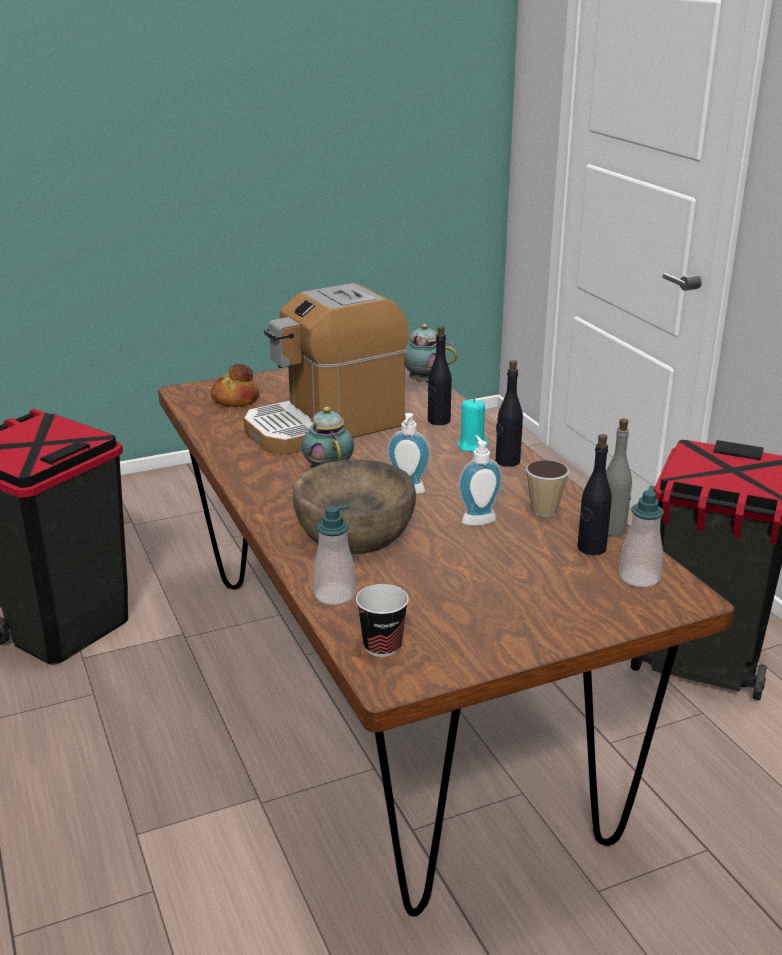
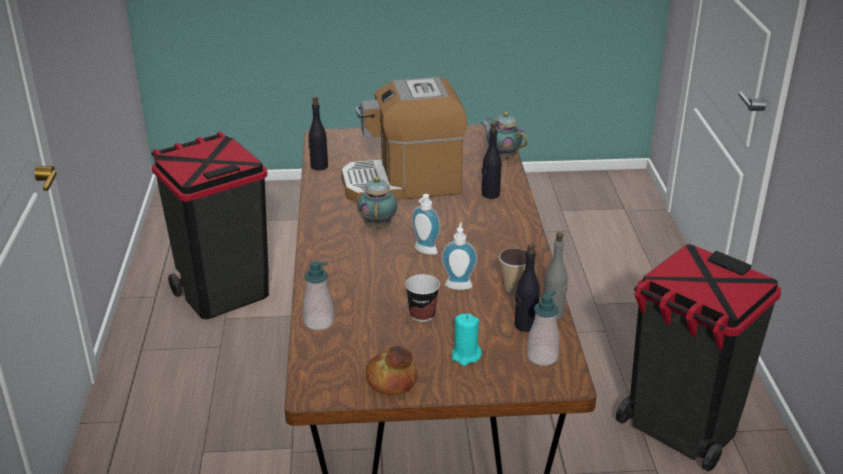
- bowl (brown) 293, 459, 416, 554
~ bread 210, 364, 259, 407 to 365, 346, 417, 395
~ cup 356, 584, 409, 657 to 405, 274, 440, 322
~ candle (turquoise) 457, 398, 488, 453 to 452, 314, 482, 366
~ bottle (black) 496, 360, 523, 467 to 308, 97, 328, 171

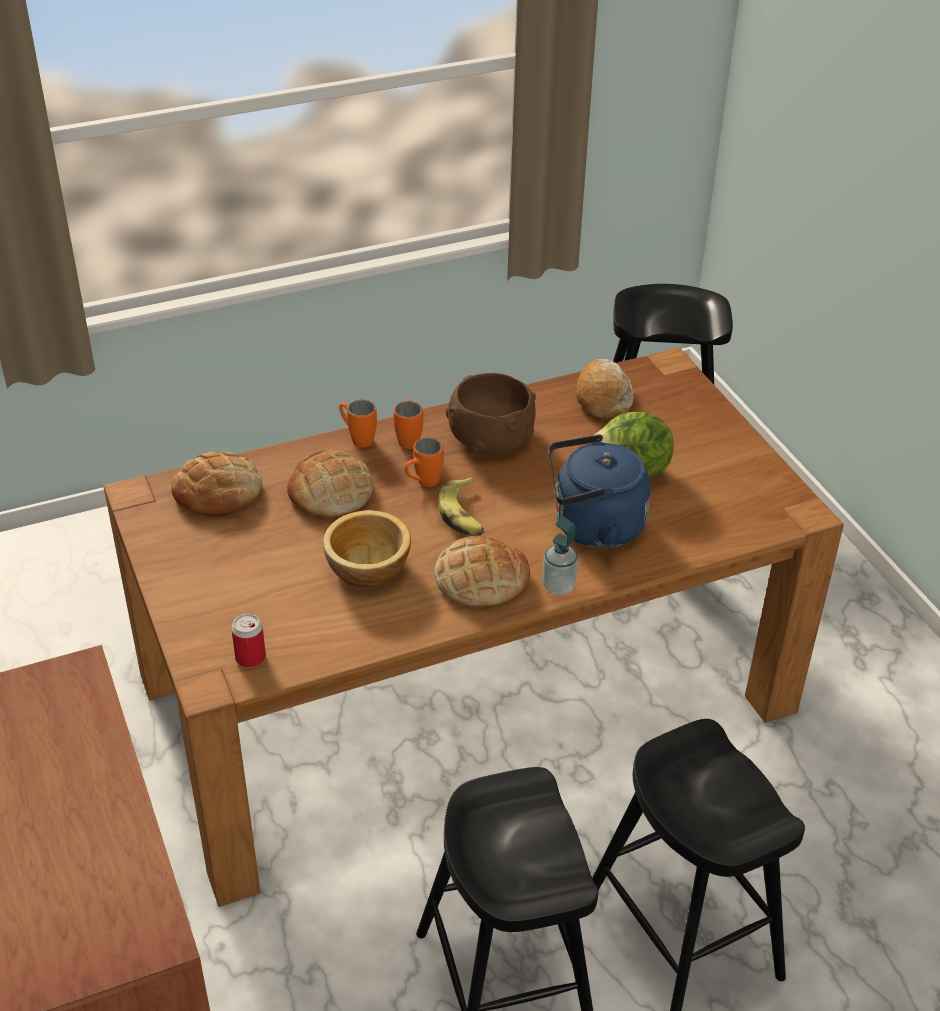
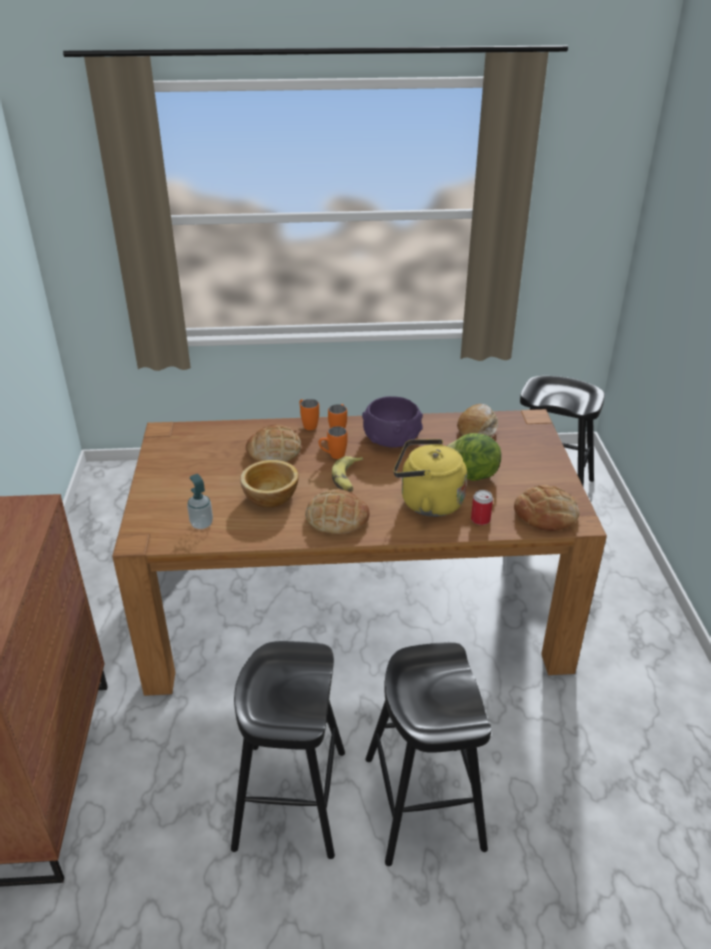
~ bread 171, 451, 262, 516 to 514, 485, 580, 531
~ can 231, 614, 266, 668 to 471, 490, 493, 525
~ soap dispenser 542, 516, 578, 595 to 187, 474, 213, 529
~ bowl (brown) 446, 373, 536, 453 to bowl (purple) 362, 396, 423, 448
~ kettle (blue) 549, 434, 651, 549 to kettle (yellow) 394, 439, 467, 517

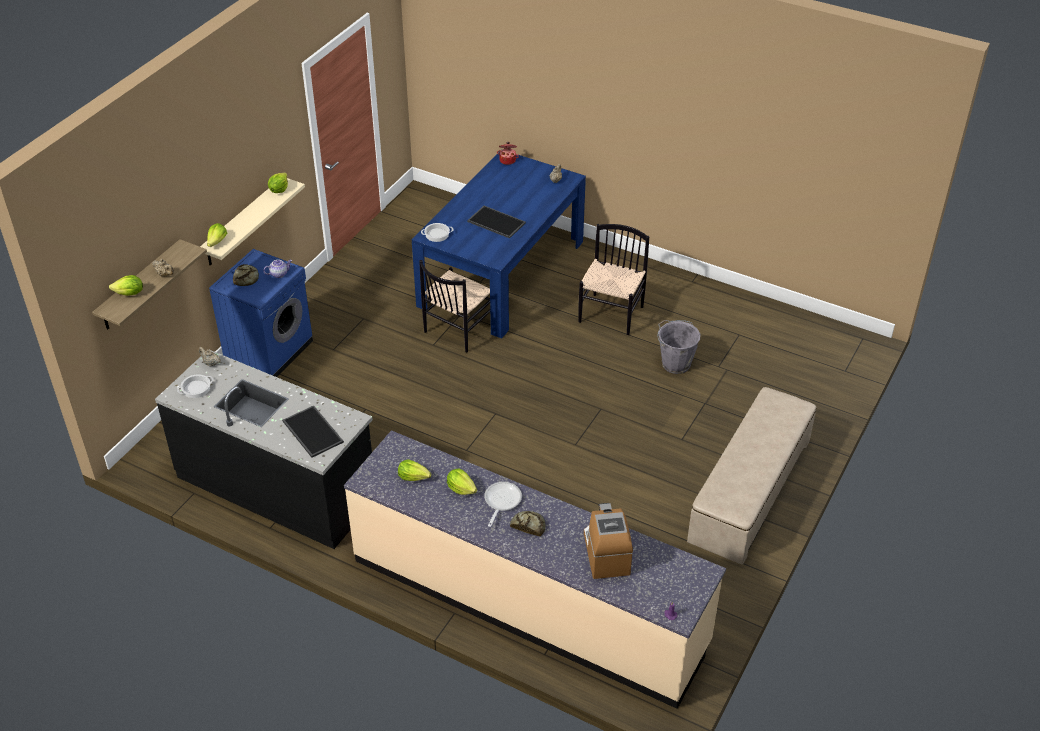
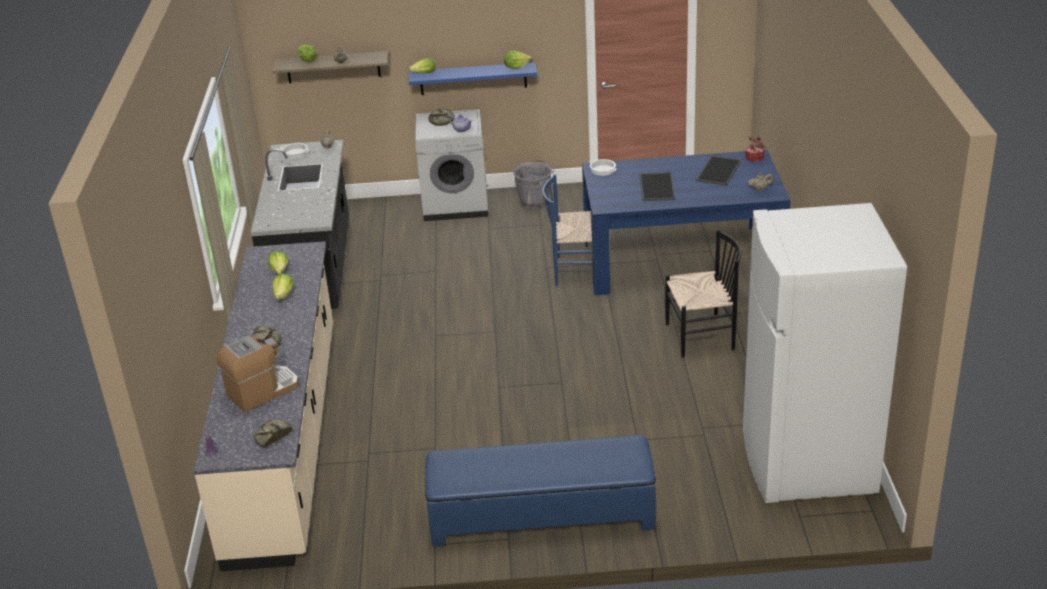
- frying pan 484, 482, 522, 527
+ bread 254, 419, 293, 448
+ fridge (white) 743, 203, 907, 503
~ tray 282, 406, 344, 458 to 696, 156, 741, 186
~ bucket (grey) 657, 320, 700, 374 to 513, 160, 555, 210
~ shelf (beige) 200, 178, 305, 266 to shelf (blue) 409, 62, 537, 95
~ washing machine (blue) 209, 249, 313, 377 to washing machine (white) 415, 109, 489, 221
~ chair (black) 419, 260, 490, 352 to chair (blue) 542, 174, 593, 286
~ bench (beige) 687, 387, 816, 565 to bench (blue) 425, 435, 656, 547

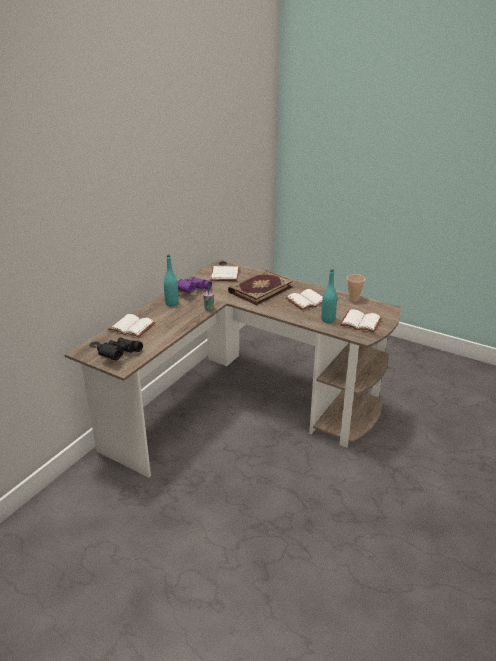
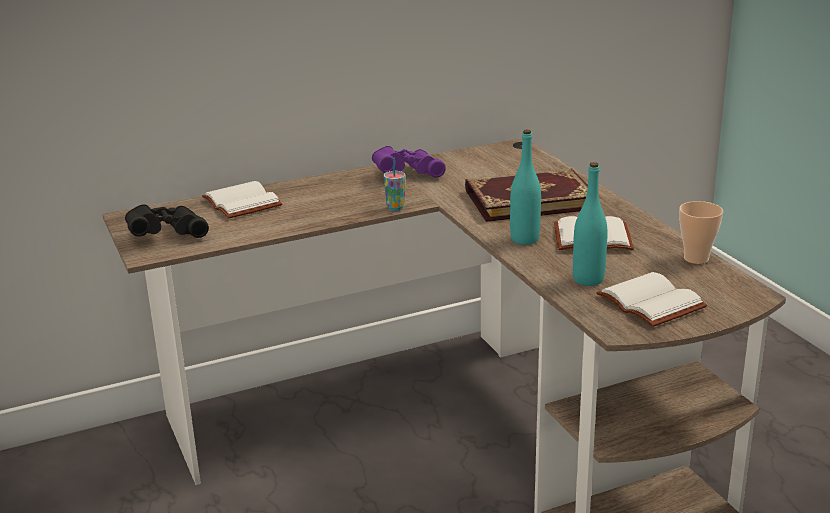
- book (white) 210, 266, 239, 281
~ bottle (turquoise) 164, 255, 179, 307 to 510, 130, 541, 245

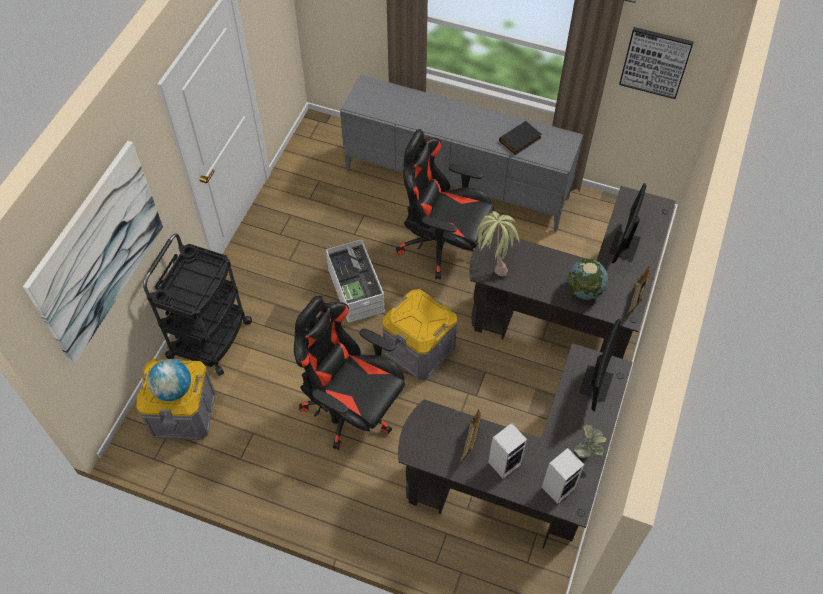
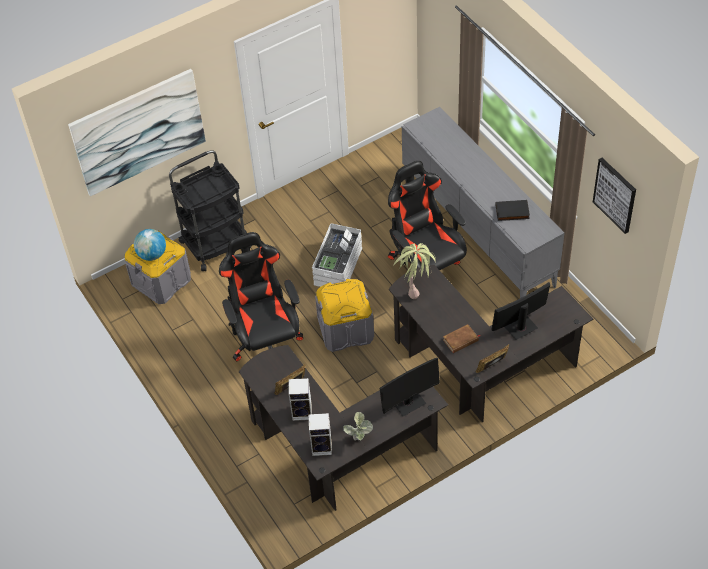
~ globe 567, 259, 608, 300 to book (brown) 443, 324, 480, 353

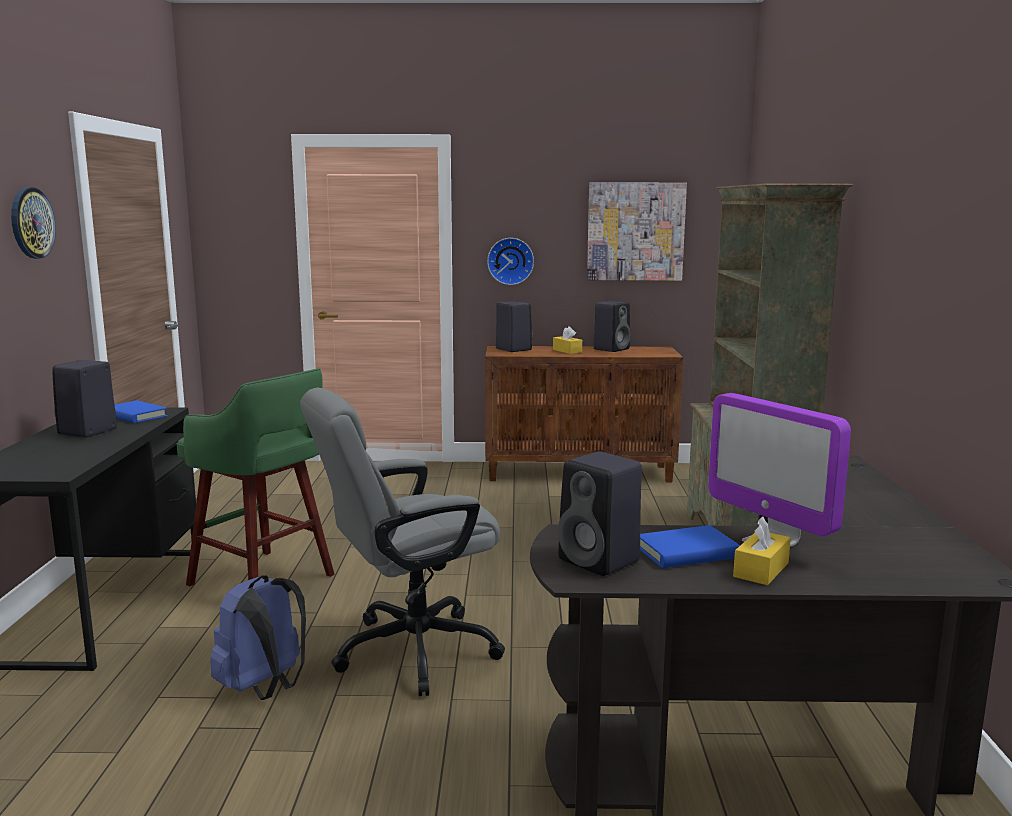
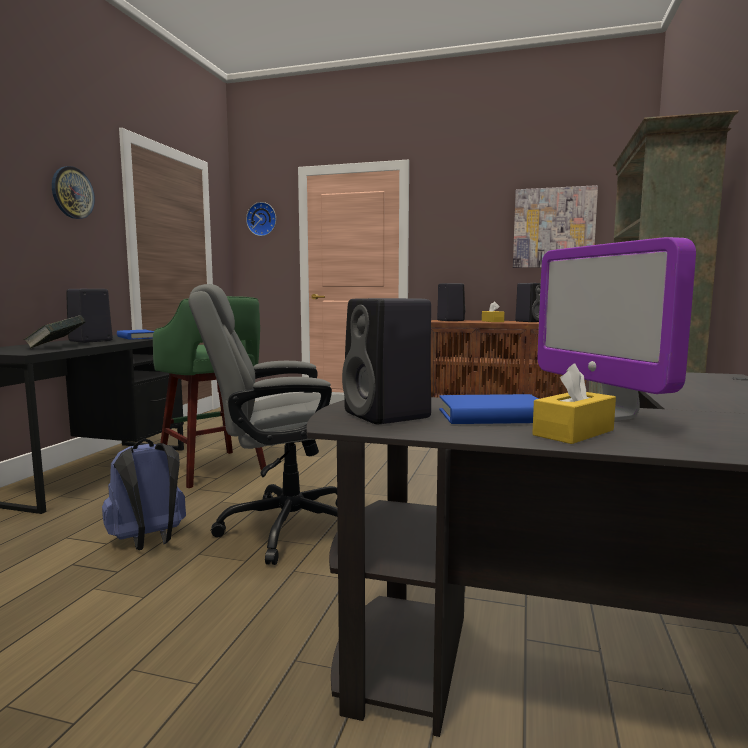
+ book 23, 315, 86, 349
~ wall clock 487, 238, 534, 285 to 246, 202, 276, 236

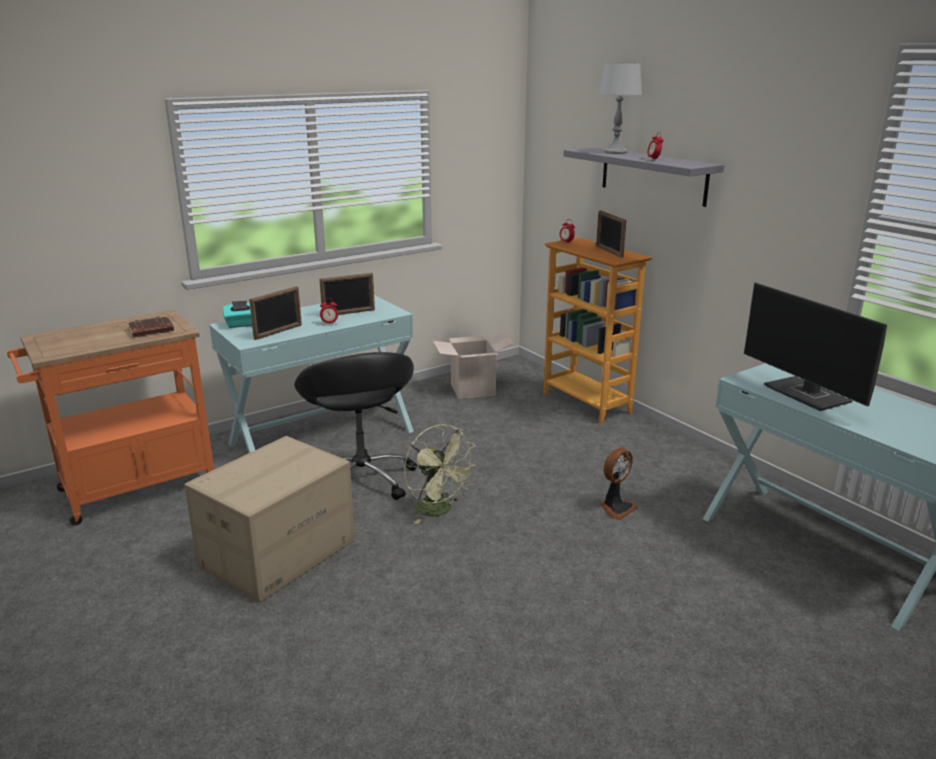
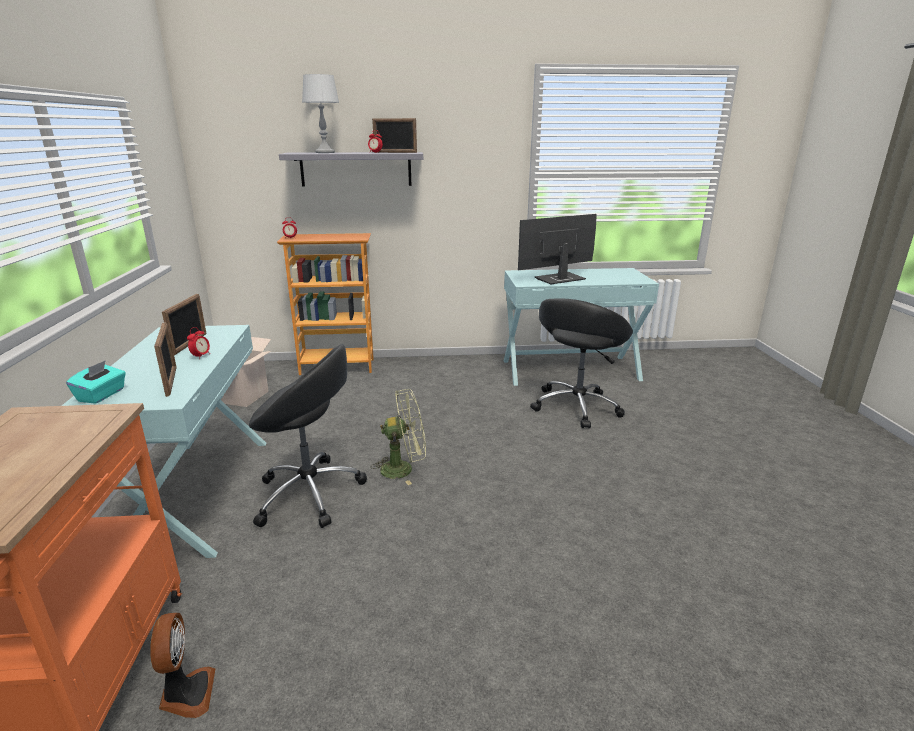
- book (brown) 127, 316, 174, 337
- cardboard box 184, 436, 355, 603
+ office chair (black) 530, 298, 633, 428
~ picture frame 596, 210, 627, 258 to 372, 118, 417, 153
~ fan 600, 448, 638, 520 to 150, 613, 215, 718
~ monitor 744, 282, 887, 411 = 518, 214, 597, 284 150 degrees clockwise

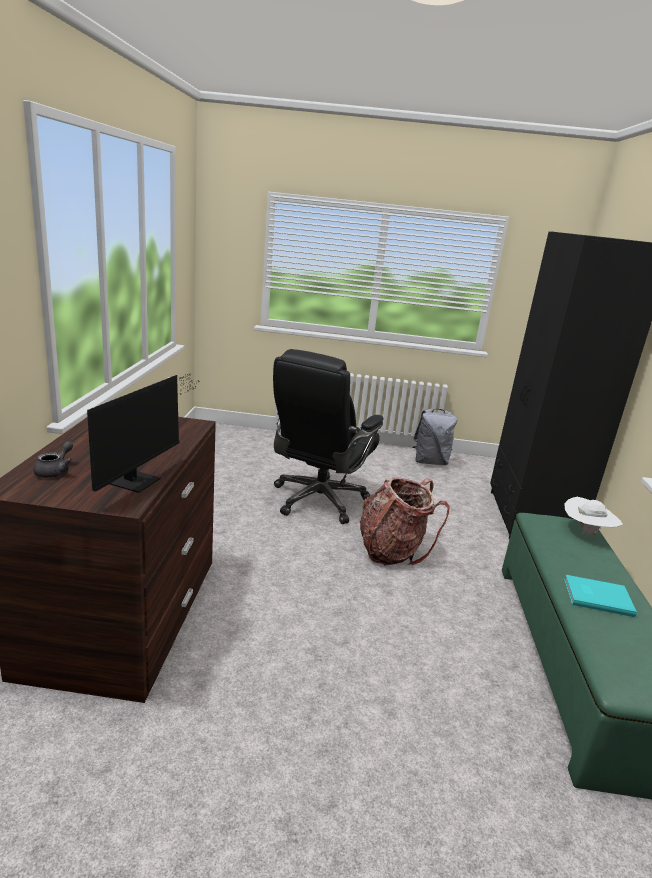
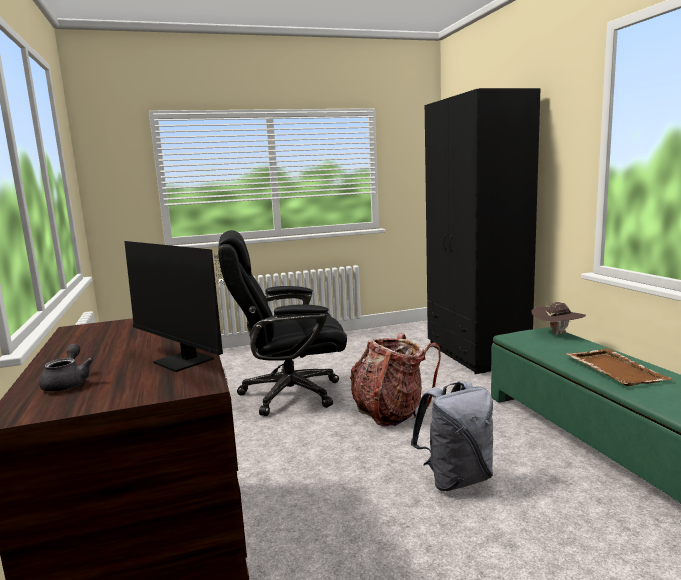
~ backpack (grey) 412, 409, 457, 465 to 411, 381, 493, 491
~ book (turquoise) 564, 575, 637, 617 to tray (brown) 565, 349, 674, 386
~ hat (white) 564, 497, 622, 535 to hat (brown) 532, 302, 586, 336
~ monitor 87, 374, 198, 493 = 124, 241, 251, 372 135 degrees clockwise
~ office chair (black) 273, 349, 384, 524 = 218, 230, 347, 416 75 degrees clockwise

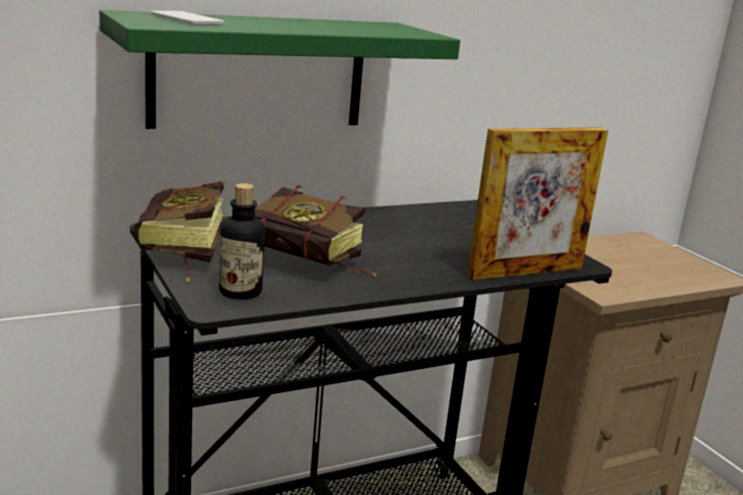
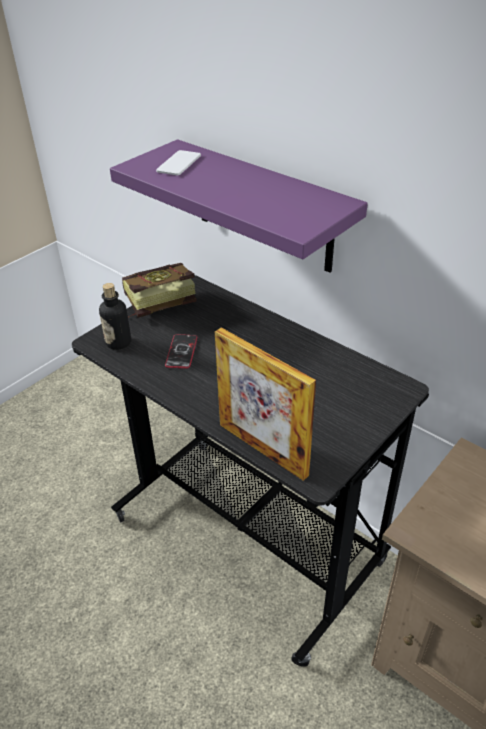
~ book 255, 185, 376, 276 to phone 165, 334, 197, 369
~ shelf (green) 99, 10, 460, 129 to shelf (purple) 110, 139, 368, 273

